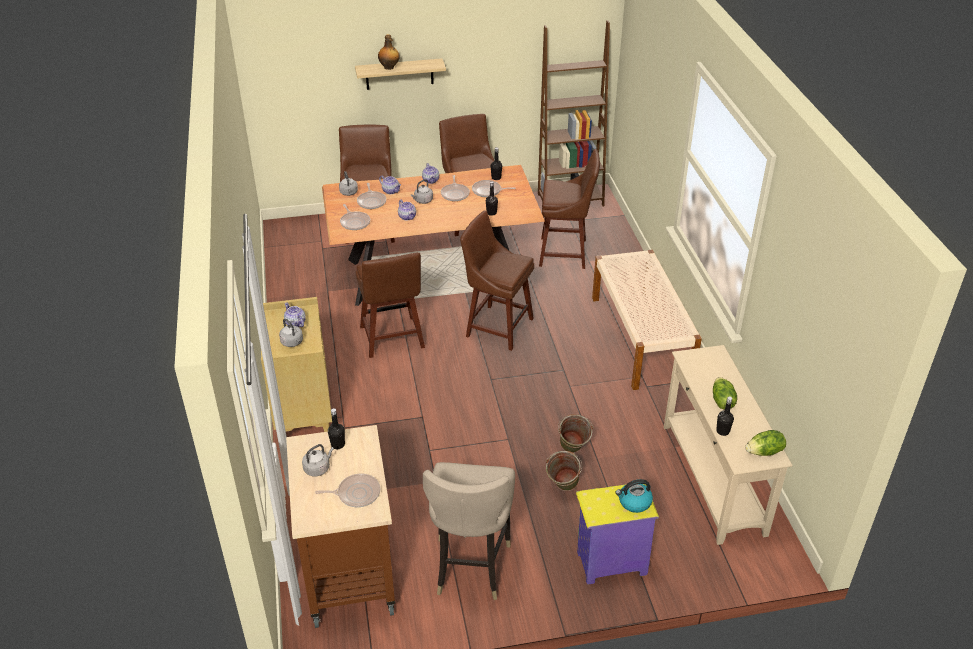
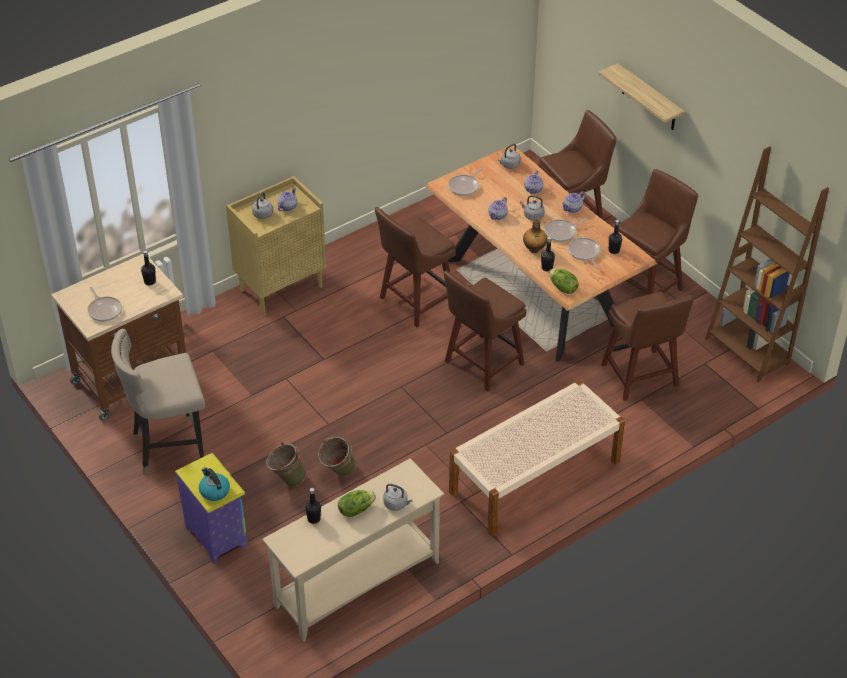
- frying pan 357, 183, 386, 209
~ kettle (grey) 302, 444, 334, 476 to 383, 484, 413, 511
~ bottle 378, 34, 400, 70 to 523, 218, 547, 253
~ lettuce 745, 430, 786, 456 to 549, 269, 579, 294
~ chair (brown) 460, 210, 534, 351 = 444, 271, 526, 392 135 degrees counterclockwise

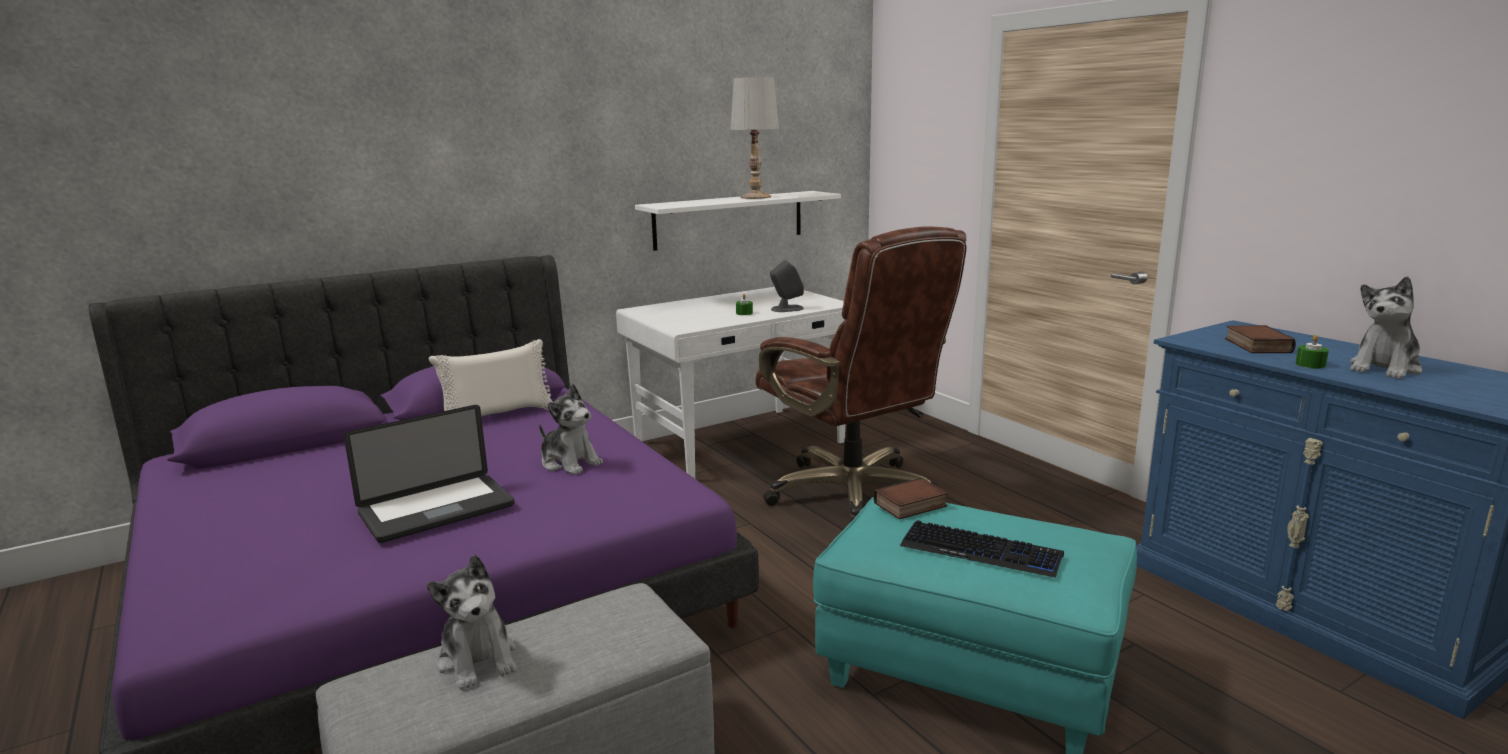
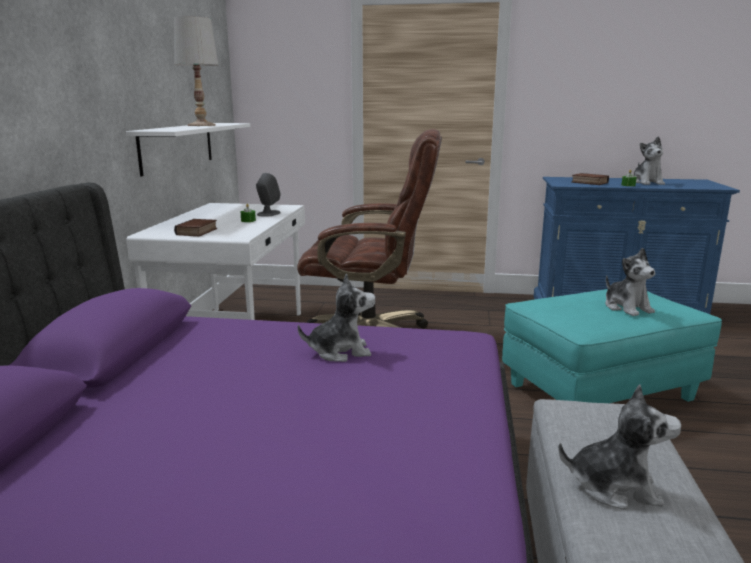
- laptop 344, 405, 515, 543
- pillow (white) 429, 339, 553, 416
~ book 874, 478, 948, 519 to 174, 219, 217, 236
~ keyboard 900, 520, 1064, 578 to plush toy 605, 248, 656, 316

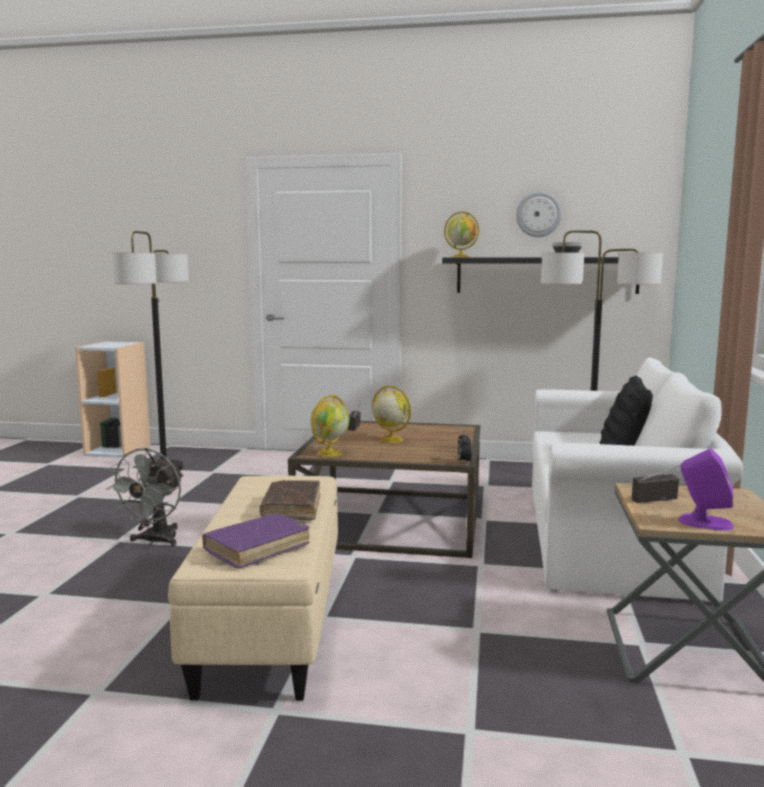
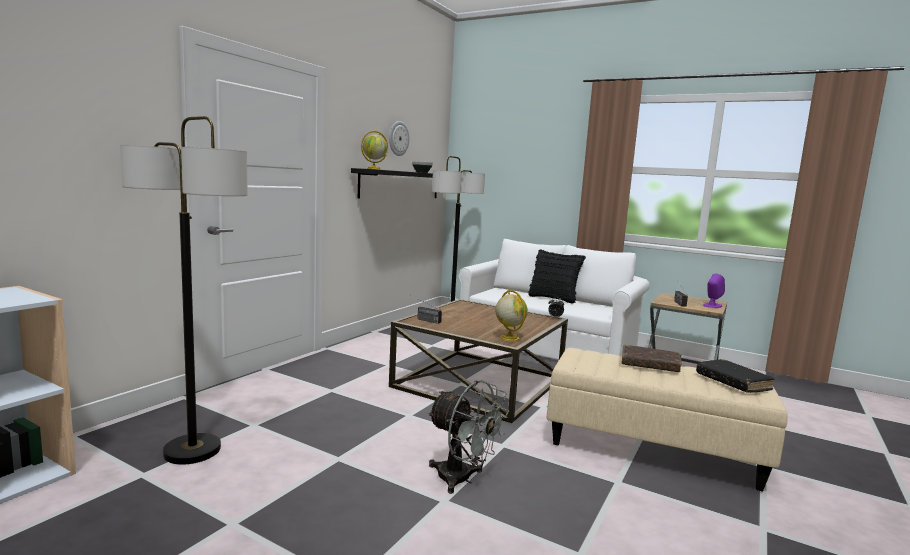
- globe 372, 386, 411, 443
~ book (purple) 202, 514, 310, 569 to book (black) 696, 359, 775, 393

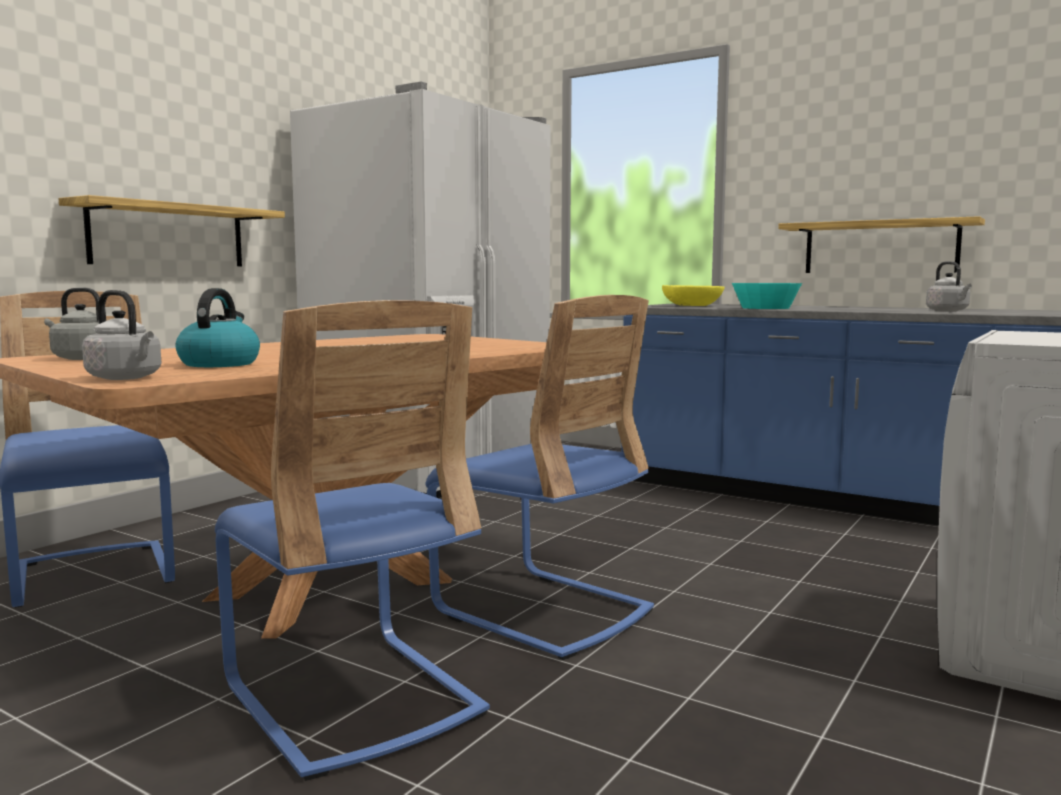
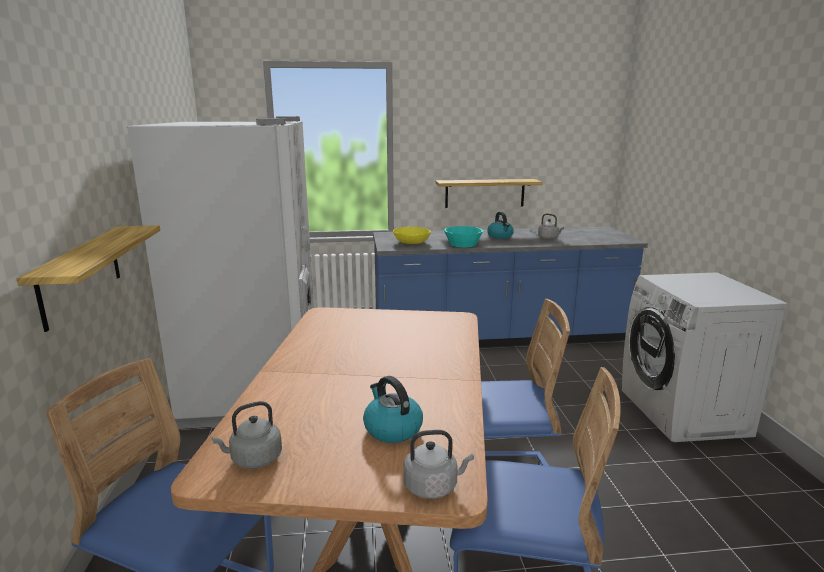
+ kettle 487, 212, 514, 239

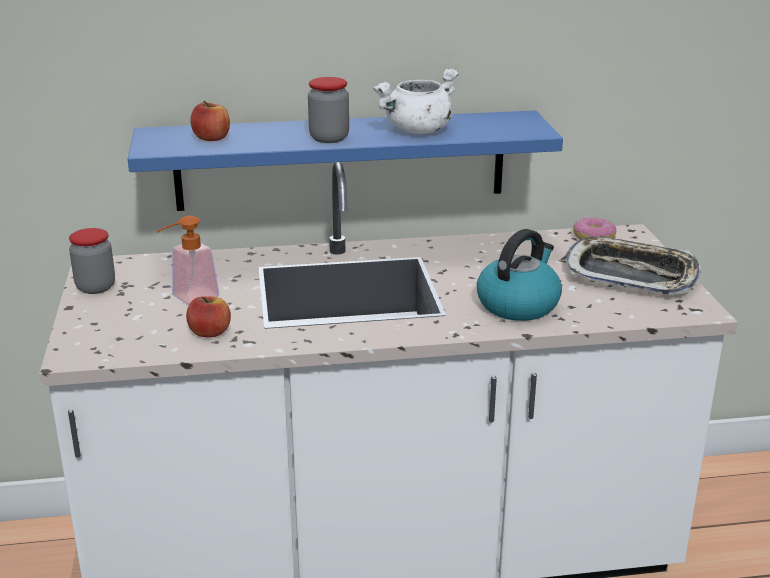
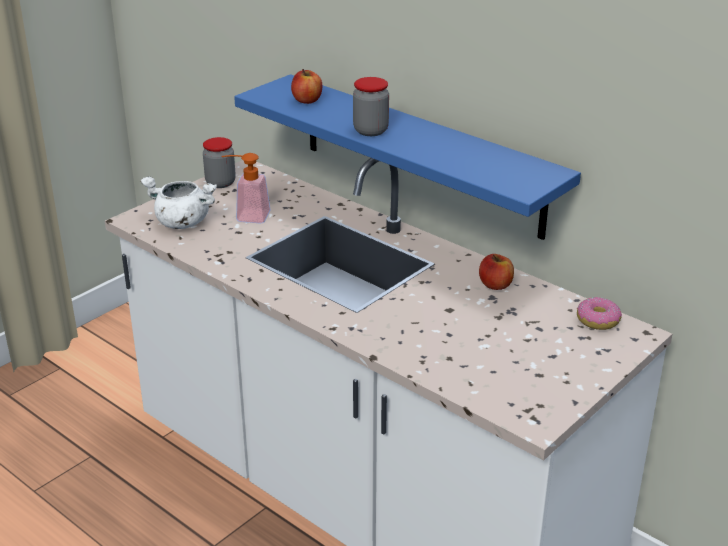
- kettle 477, 229, 562, 321
- tray 565, 237, 701, 295
~ apple 186, 296, 231, 338 to 479, 254, 514, 290
~ cooking pot (white) 373, 68, 458, 134 to 140, 176, 217, 229

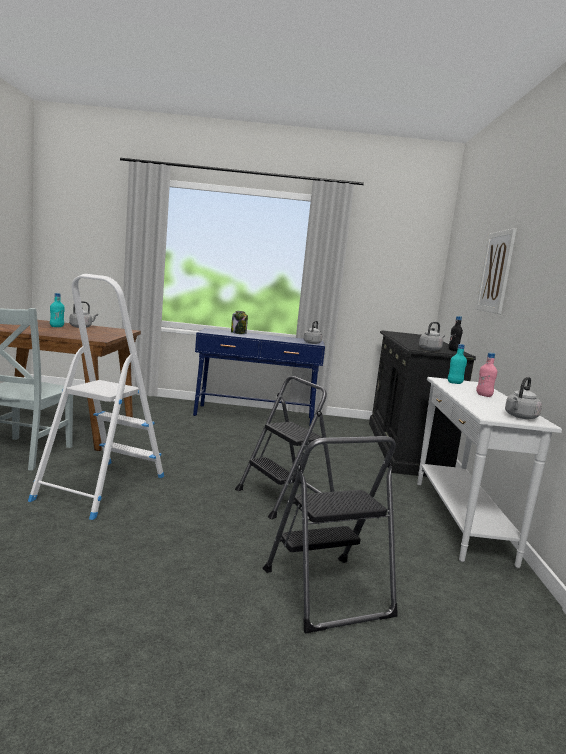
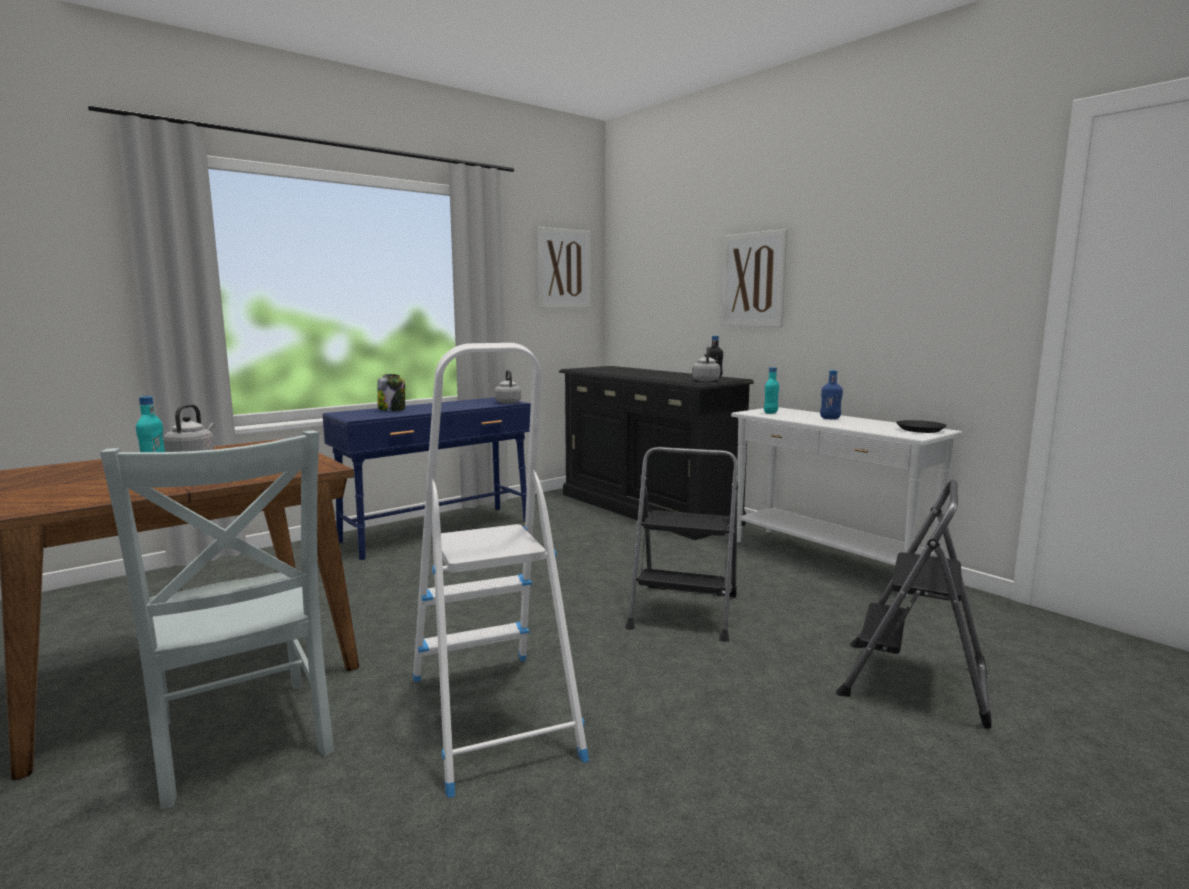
+ picture 537, 227, 590, 308
~ kettle (grey) 505, 377, 542, 419 to plate (black) 896, 420, 947, 433
~ bottle (pink) 476, 353, 497, 397 to bottle (blue) 820, 370, 843, 419

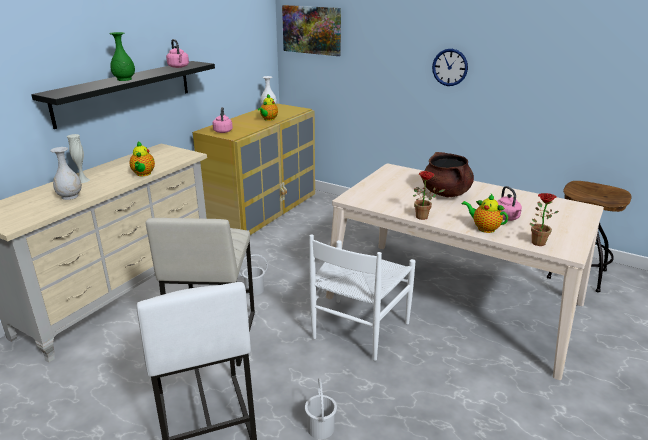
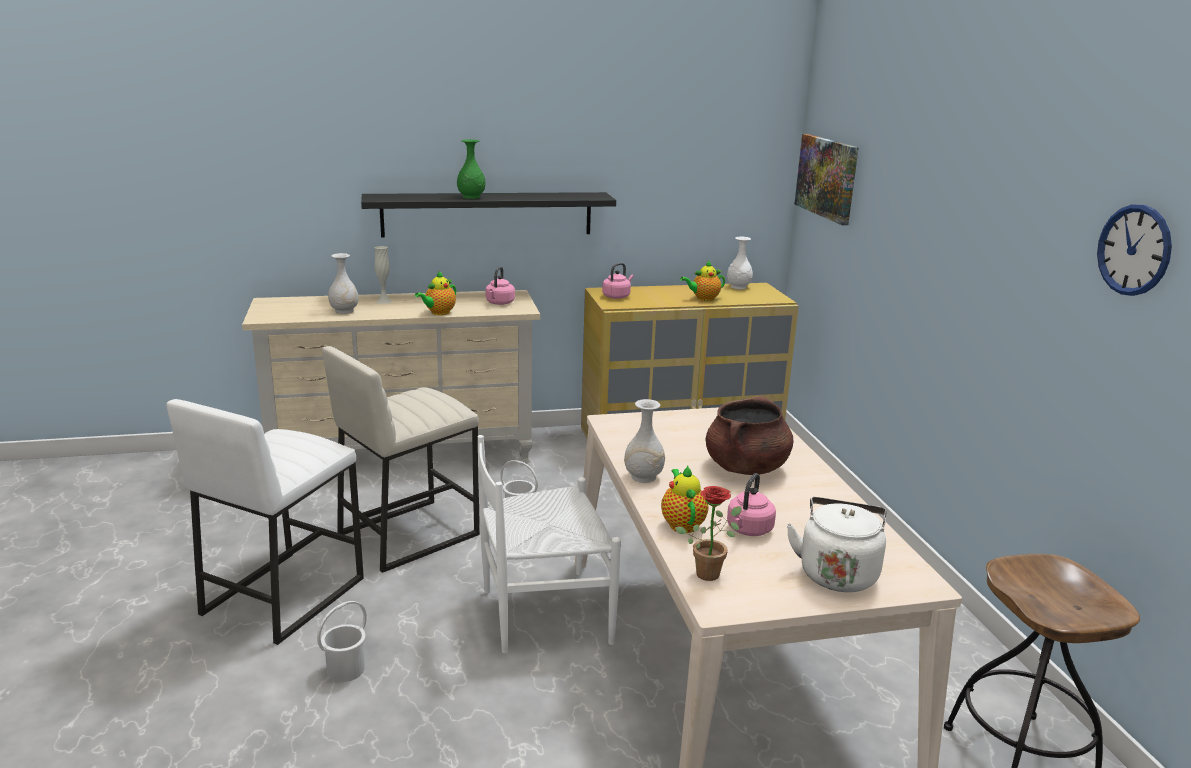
+ kettle (white) 787, 497, 886, 592
~ kettle (pink) 166, 39, 189, 68 to 486, 267, 515, 305
~ wall clock 432, 49, 468, 86 to 1097, 205, 1172, 296
~ potted plant 413, 171, 445, 220 to vase (white) 624, 399, 665, 483

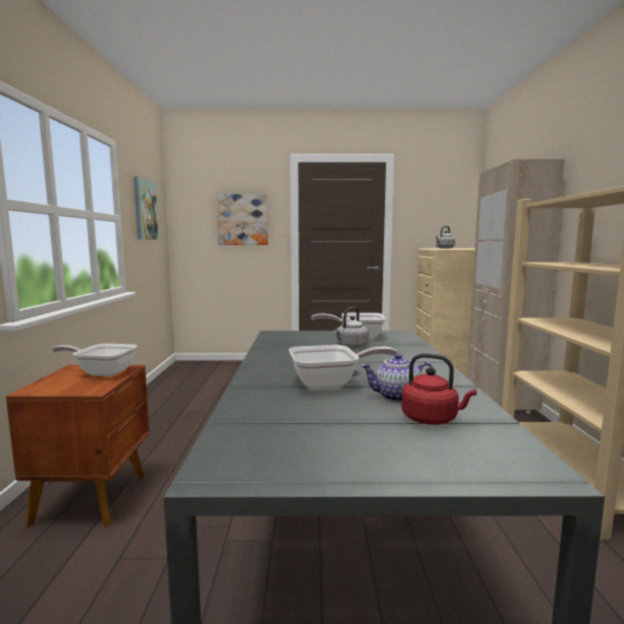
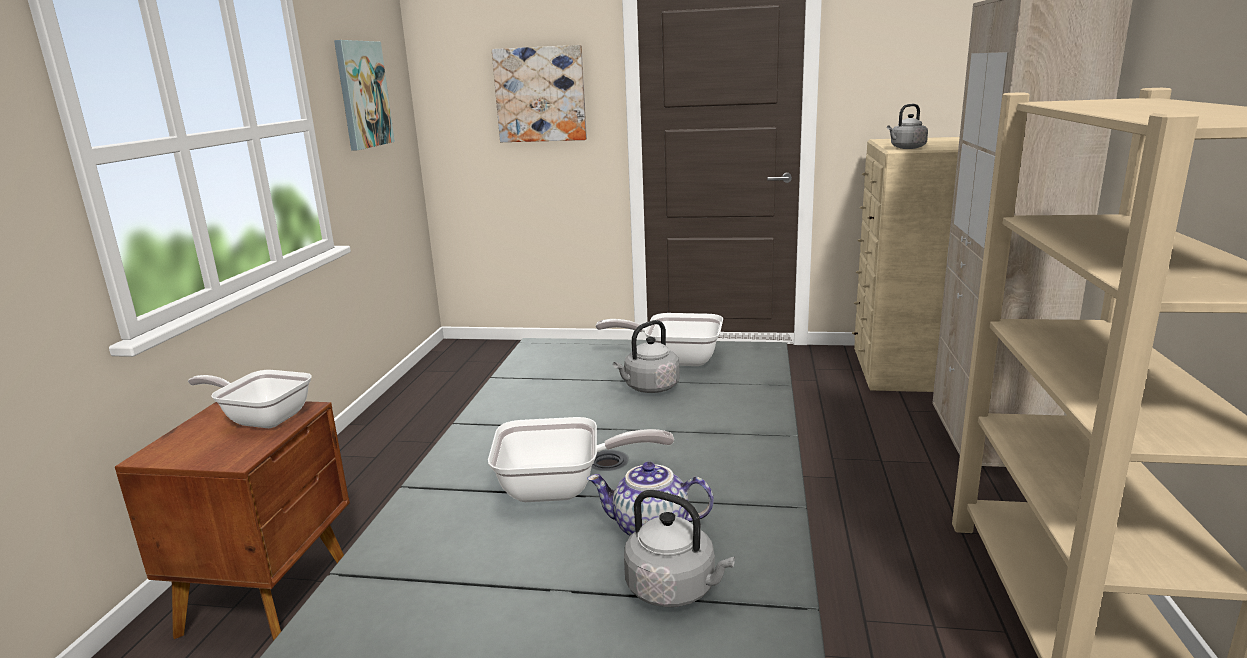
~ kettle (red) 402, 353, 477, 425 to kettle (grey) 624, 490, 735, 607

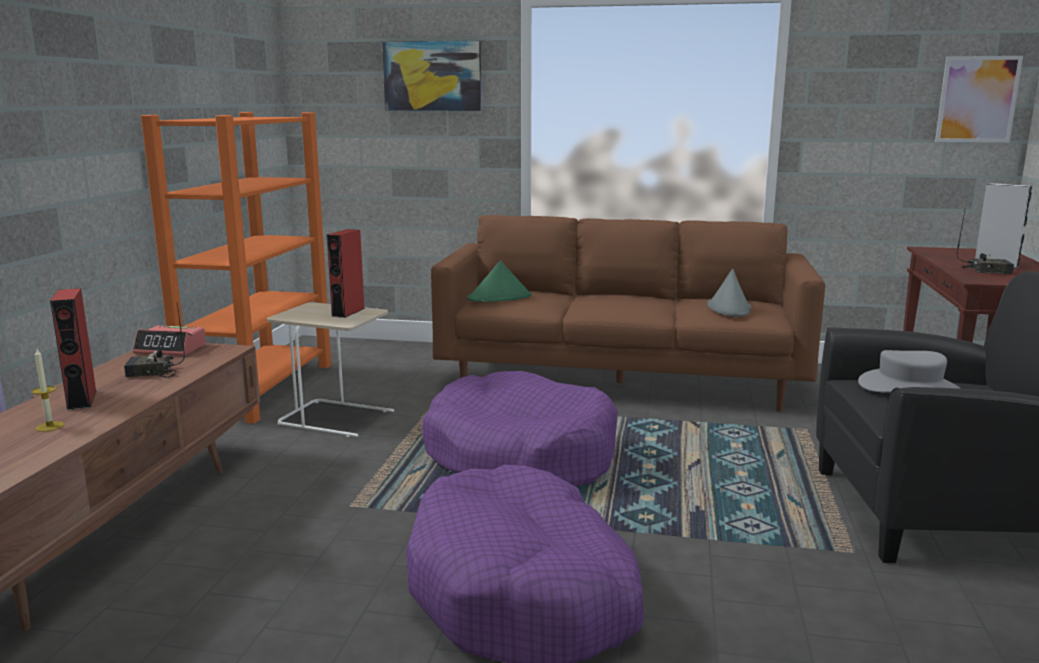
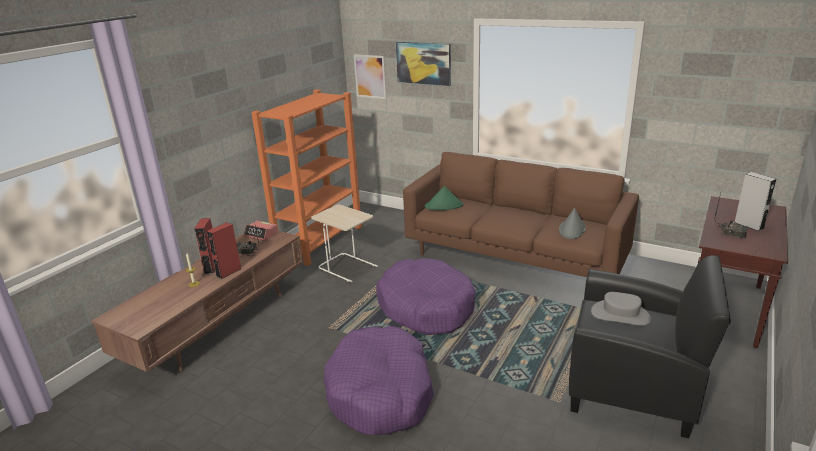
~ speaker (red) 327, 229, 365, 318 to 207, 222, 241, 279
~ picture 935, 56, 1023, 143 to 354, 54, 387, 99

